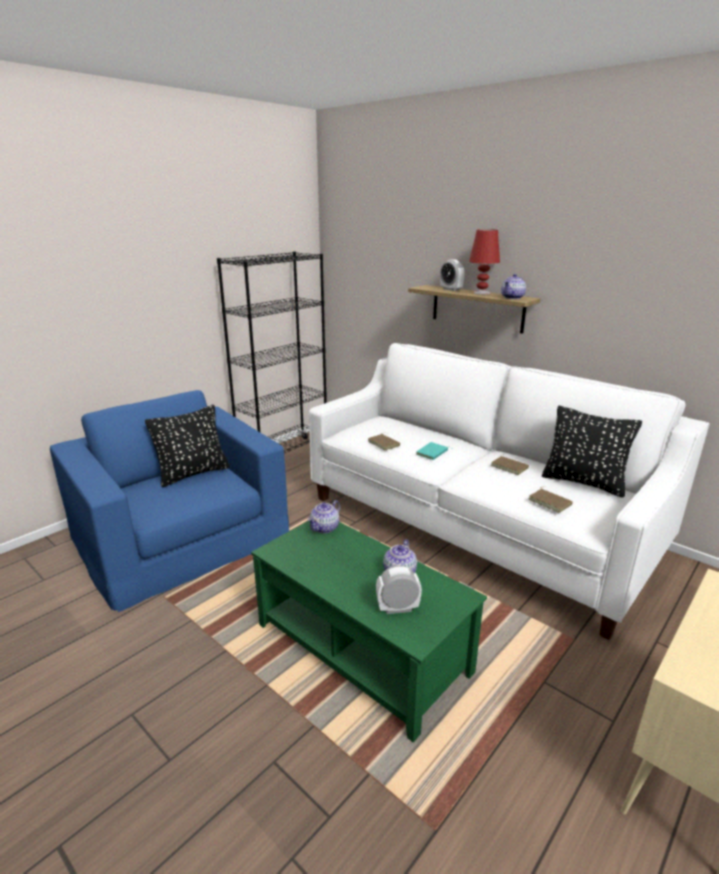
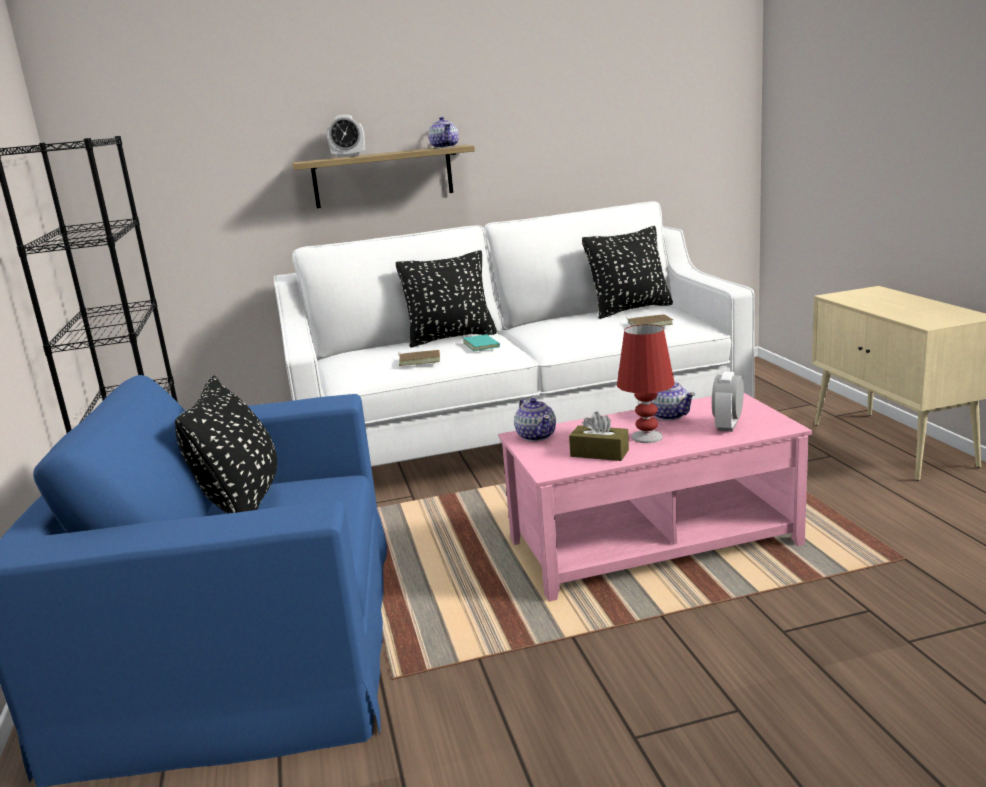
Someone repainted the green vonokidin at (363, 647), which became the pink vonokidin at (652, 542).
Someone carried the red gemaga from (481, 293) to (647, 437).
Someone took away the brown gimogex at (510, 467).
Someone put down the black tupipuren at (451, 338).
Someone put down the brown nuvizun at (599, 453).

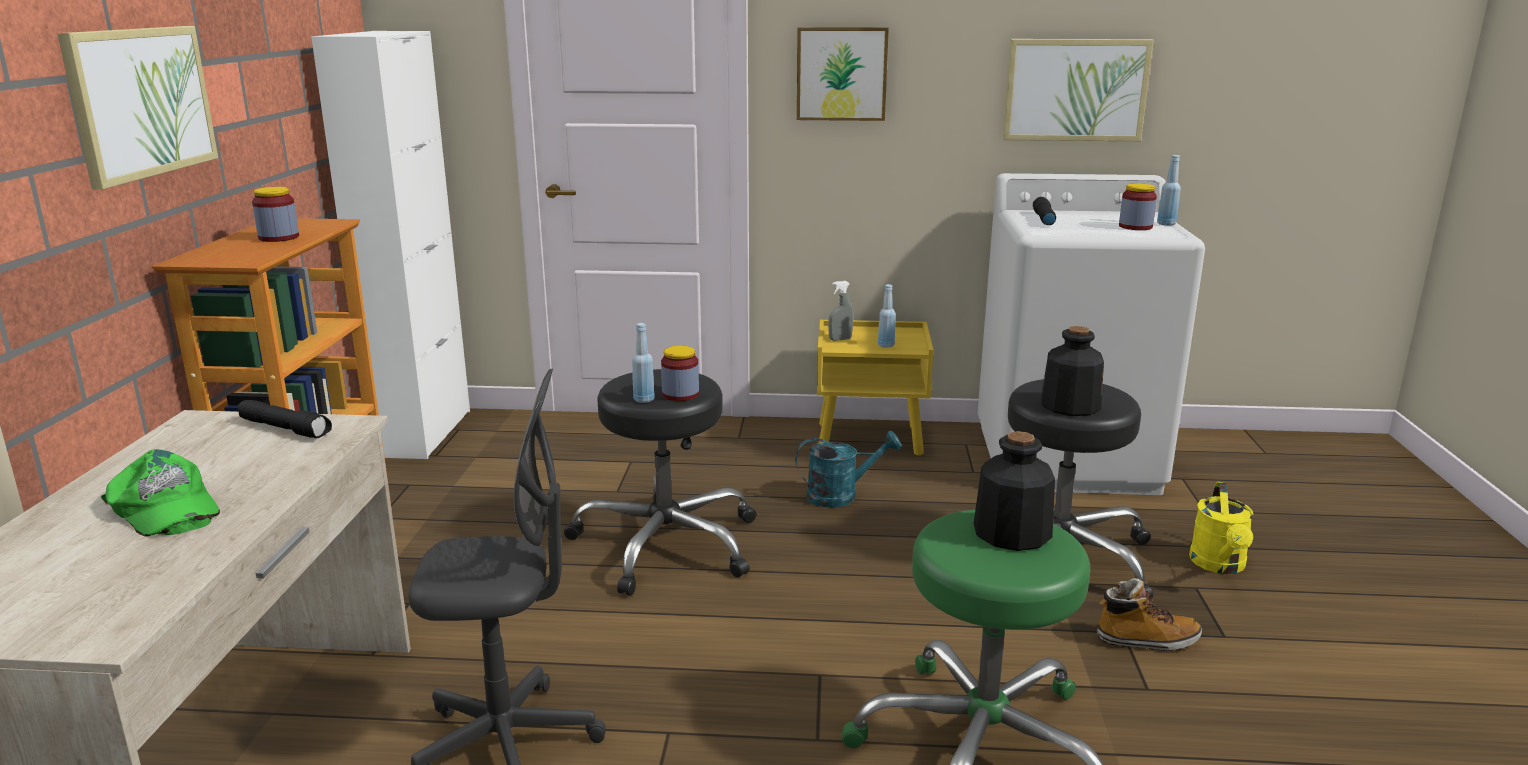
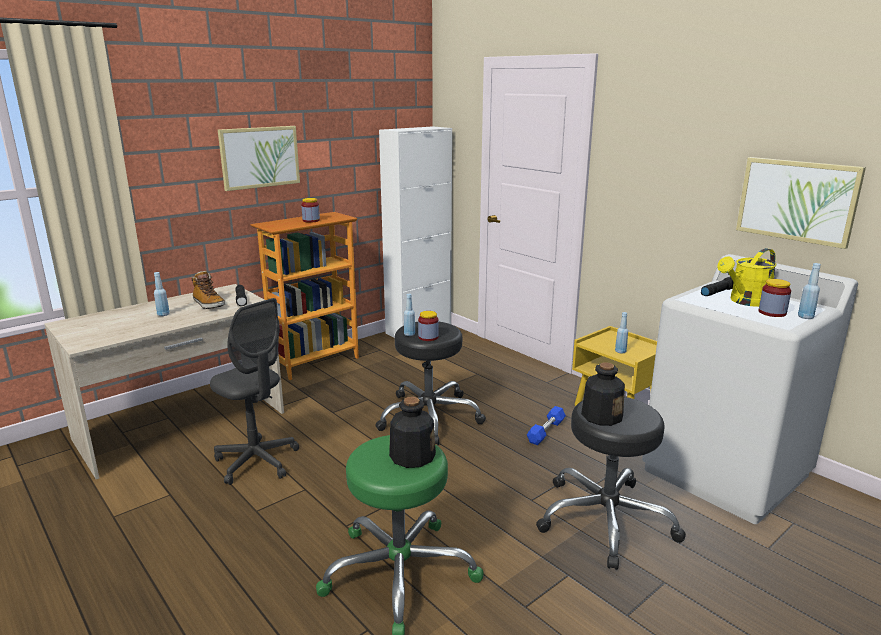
Someone swapped the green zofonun at (164, 509) for the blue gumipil at (163, 314).
Someone swapped the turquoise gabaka at (841, 495) for the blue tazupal at (546, 431).
Someone took away the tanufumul at (841, 73).
Someone took away the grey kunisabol at (840, 339).
Someone carried the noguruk from (1146, 640) to (208, 304).
Someone carried the yellow gabaka from (1219, 566) to (745, 302).

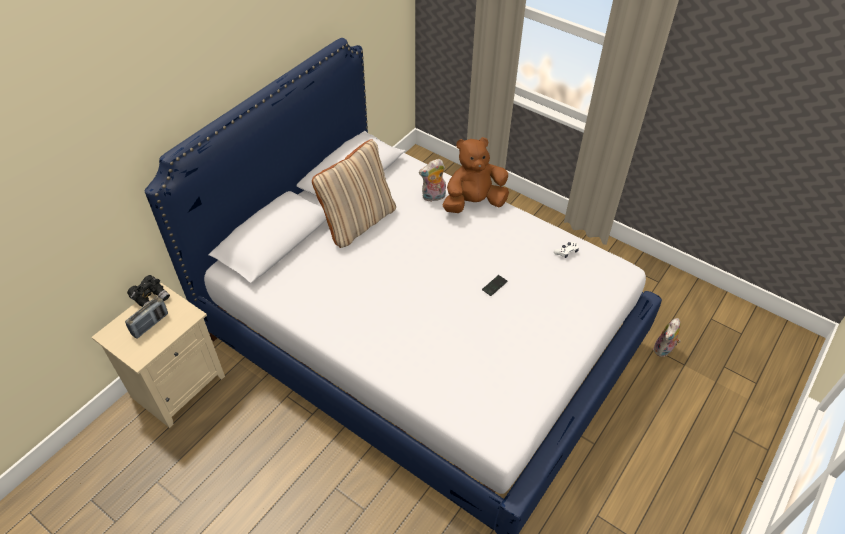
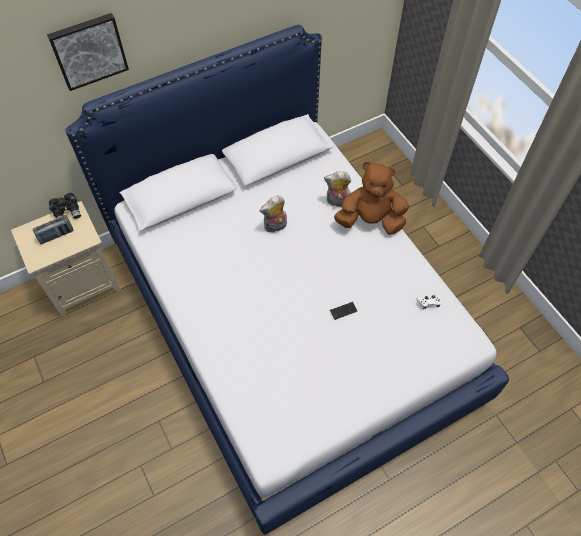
Someone took away the beige tupipuren at (358, 222).
Someone carried the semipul from (664, 350) to (275, 227).
Someone put up the tanufumul at (88, 50).

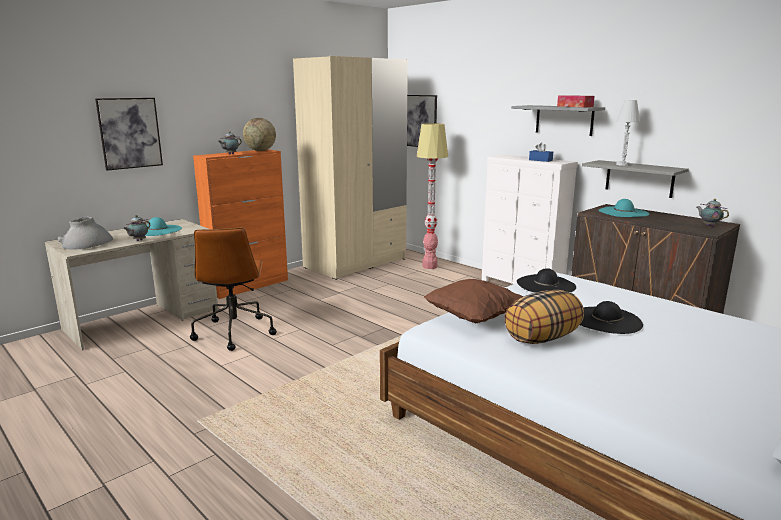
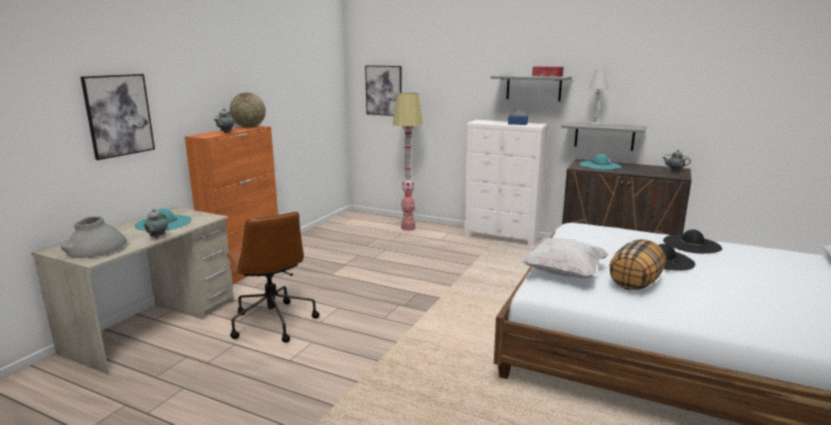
Someone took away the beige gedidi at (355, 263).
Someone repainted the brown tupipuren at (474, 317), which became the white tupipuren at (563, 273).
Someone carried the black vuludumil from (545, 284) to (691, 244).

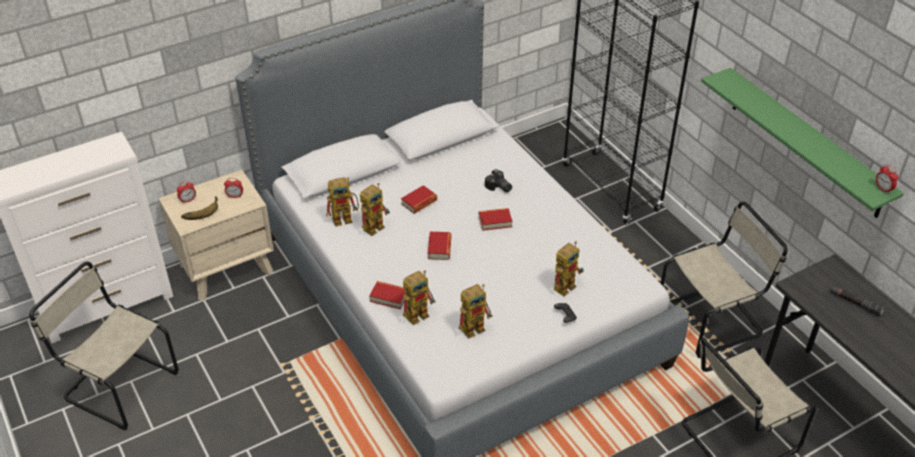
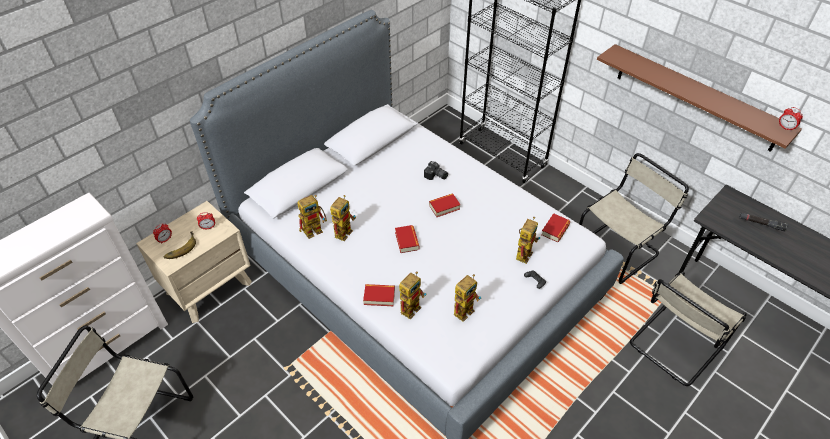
Someone carried the gimogex from (419, 202) to (555, 230).
Someone repainted the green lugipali at (806, 142), which became the brown lugipali at (695, 97).

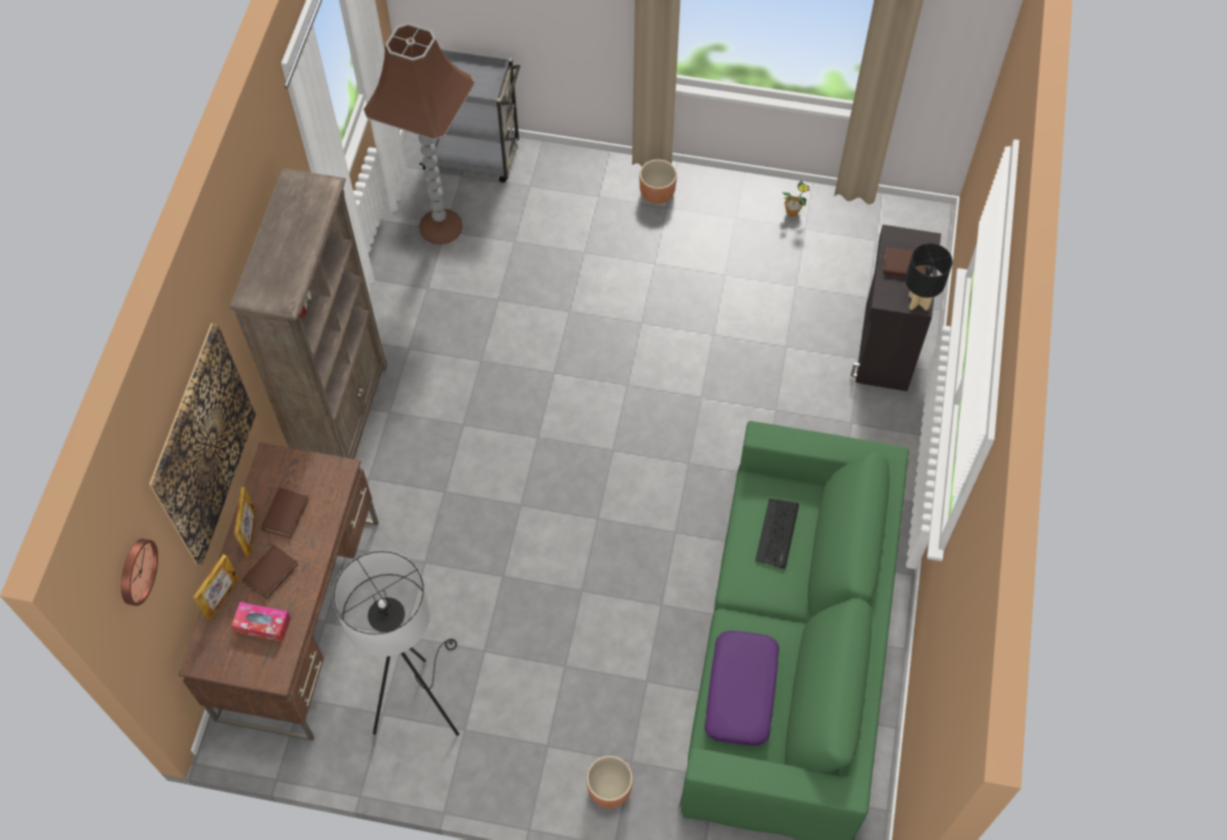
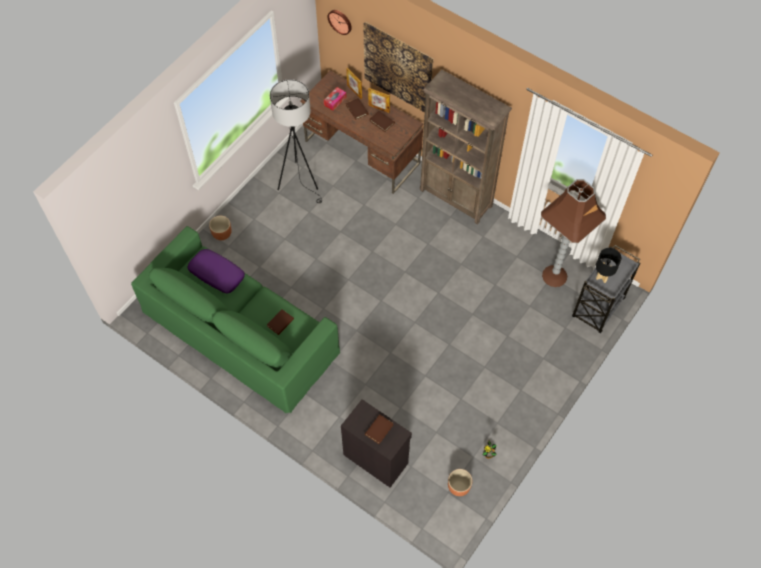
Someone carried the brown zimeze from (657, 194) to (458, 487).
Someone swapped the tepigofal at (777, 533) for the brown gimogex at (280, 323).
Someone carried the black gemaga from (918, 301) to (602, 277).

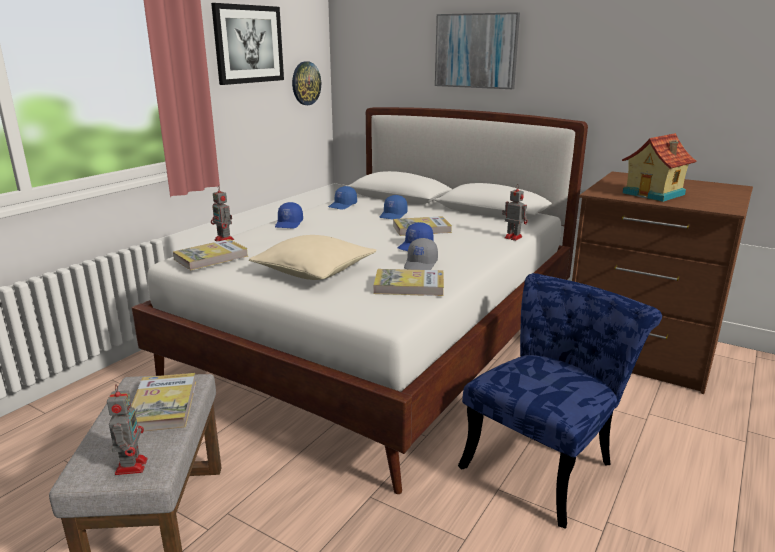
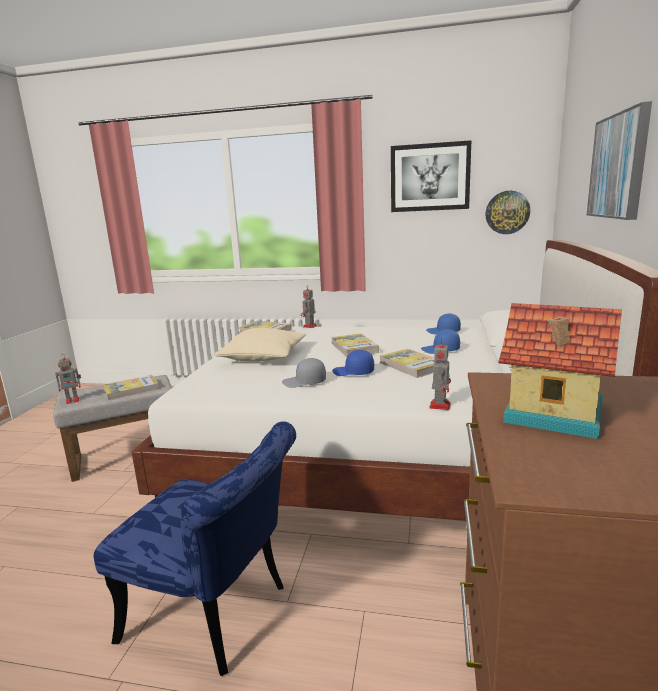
Someone took away the blue zofonun at (289, 224).
Someone carried the gimogex from (409, 286) to (354, 348).

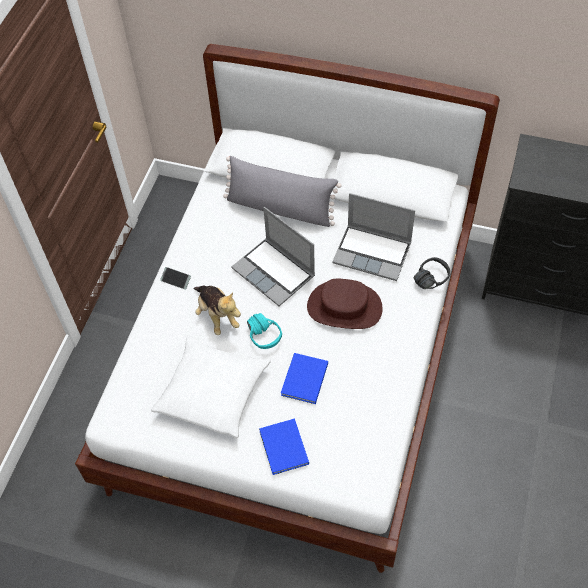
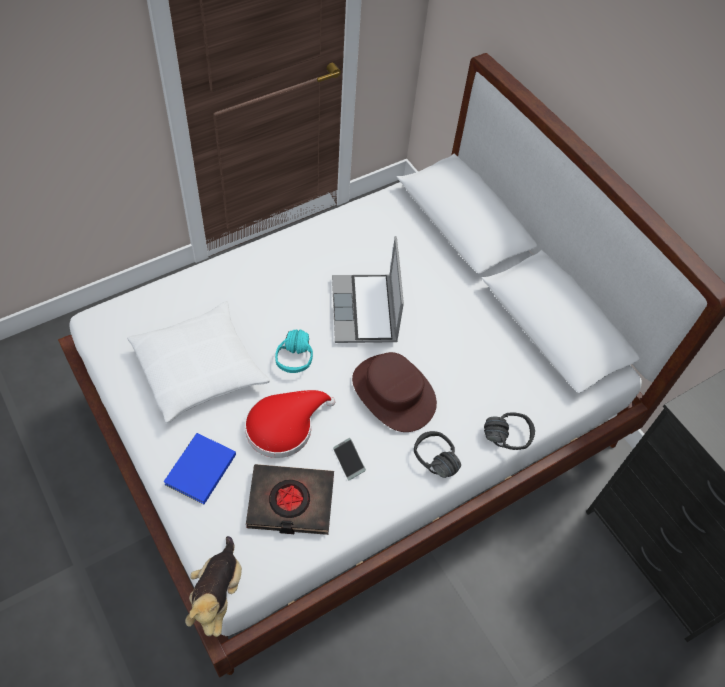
Someone carried the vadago from (176, 280) to (348, 461).
Someone carried the semipul from (217, 315) to (217, 594).
Someone took away the grey tupipuren at (280, 208).
Someone swapped the blue gimogex at (303, 380) for the red vuludumil at (284, 426).
Someone took away the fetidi at (373, 253).
Someone put down the black gimogex at (290, 502).
Someone put down the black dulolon at (430, 463).

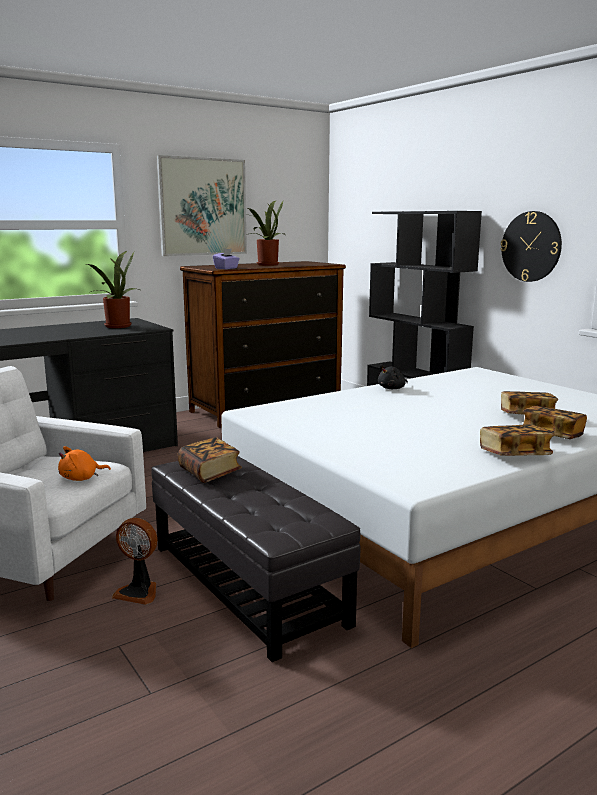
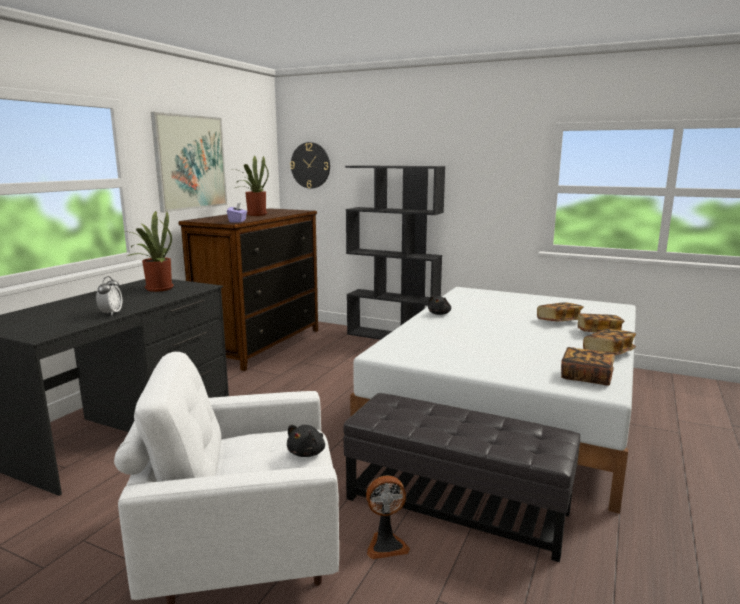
Someone repainted the orange semipul at (81, 478), which became the black semipul at (307, 452).
Someone carried the gimogex from (210, 472) to (586, 377).
Someone carried the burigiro from (531, 246) to (310, 165).
Someone put down the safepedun at (111, 313).

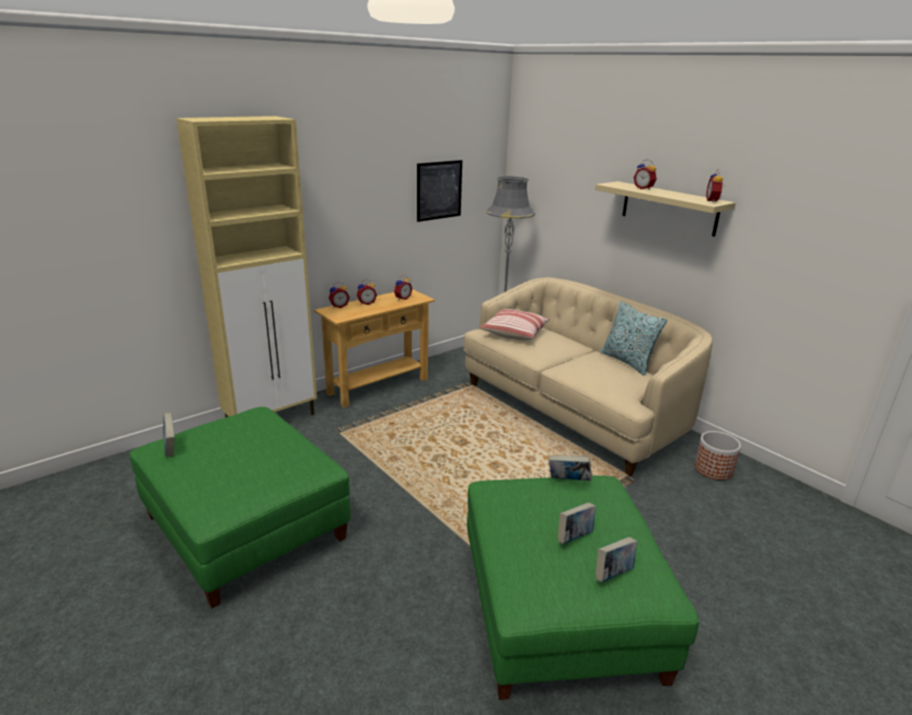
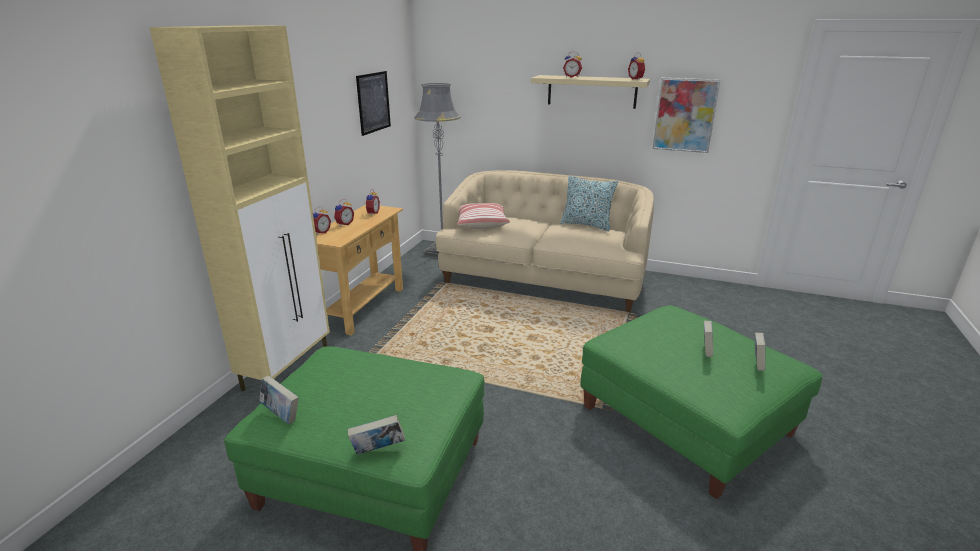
Someone carried the gimogex from (568, 481) to (378, 451).
Someone took away the zimeze at (713, 469).
Someone put up the tanufumul at (685, 115).

